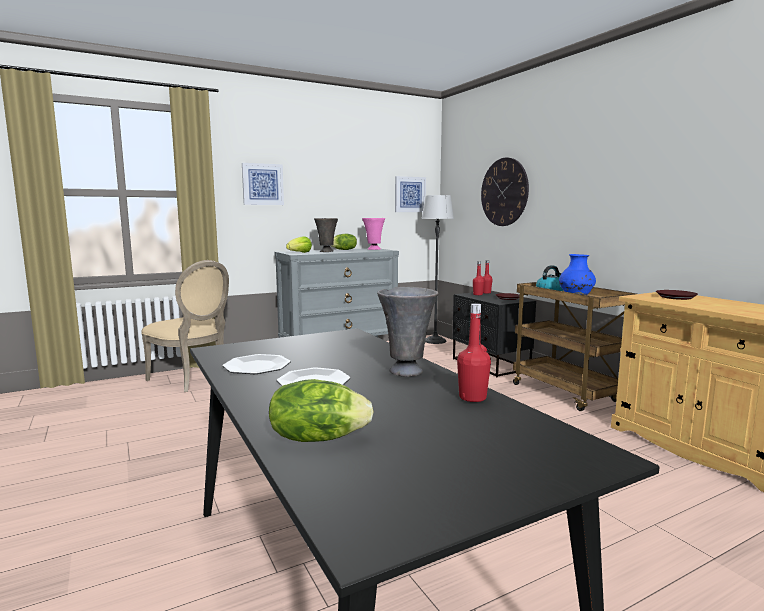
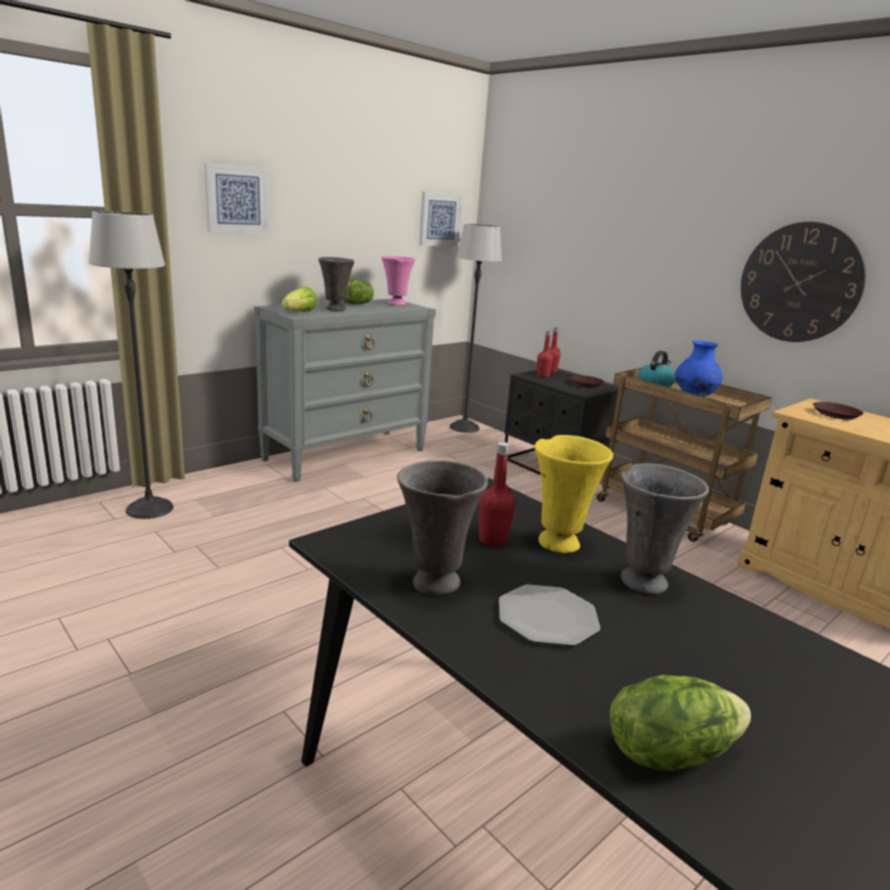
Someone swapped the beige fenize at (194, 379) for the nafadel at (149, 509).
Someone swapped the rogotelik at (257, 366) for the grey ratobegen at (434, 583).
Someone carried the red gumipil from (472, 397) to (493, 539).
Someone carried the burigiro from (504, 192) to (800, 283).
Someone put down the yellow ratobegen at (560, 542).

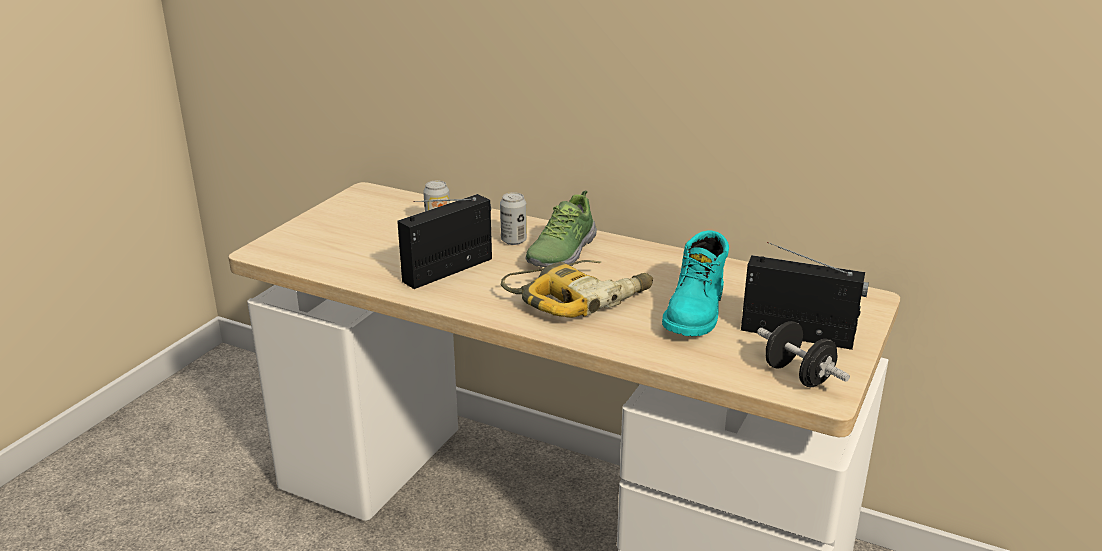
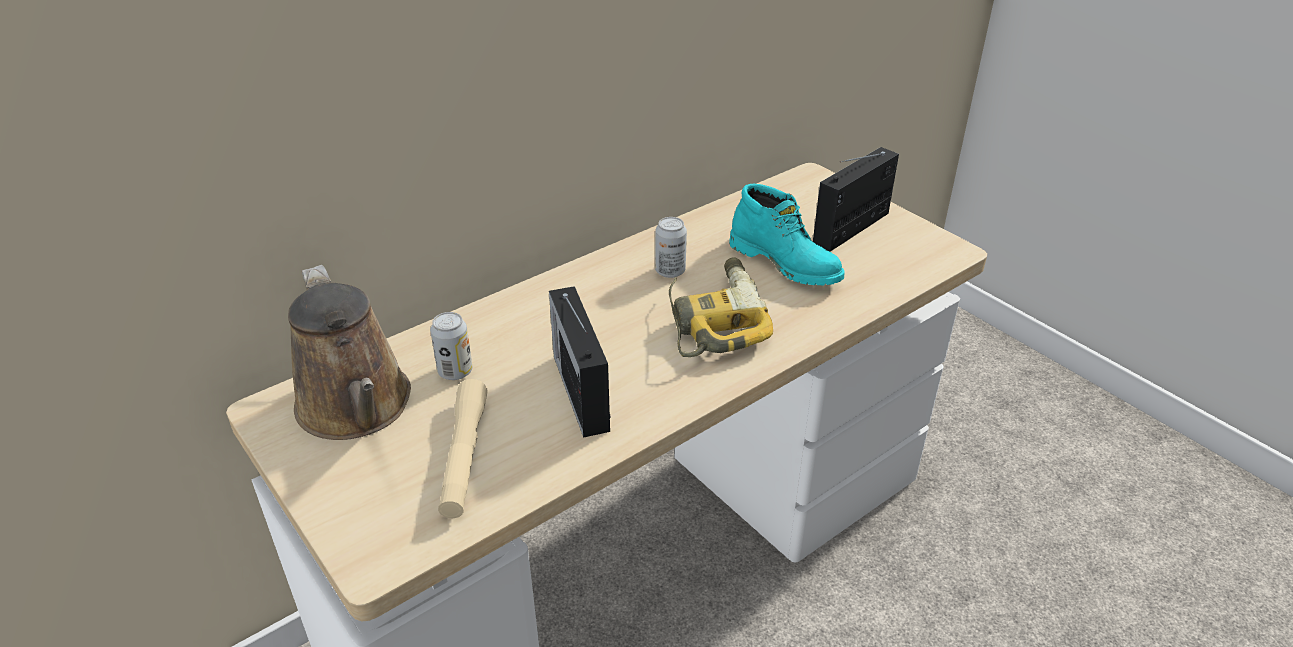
Someone carried the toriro from (513, 240) to (670, 271).
Someone took away the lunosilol at (561, 252).
Someone took away the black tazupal at (798, 375).
Someone put down the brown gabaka at (357, 408).
Someone put down the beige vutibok at (464, 457).

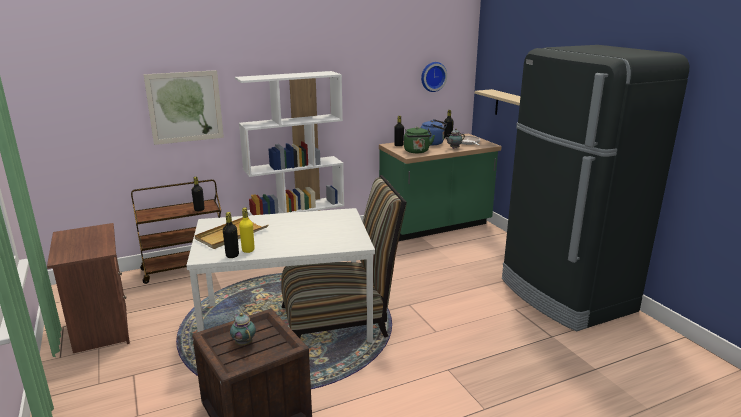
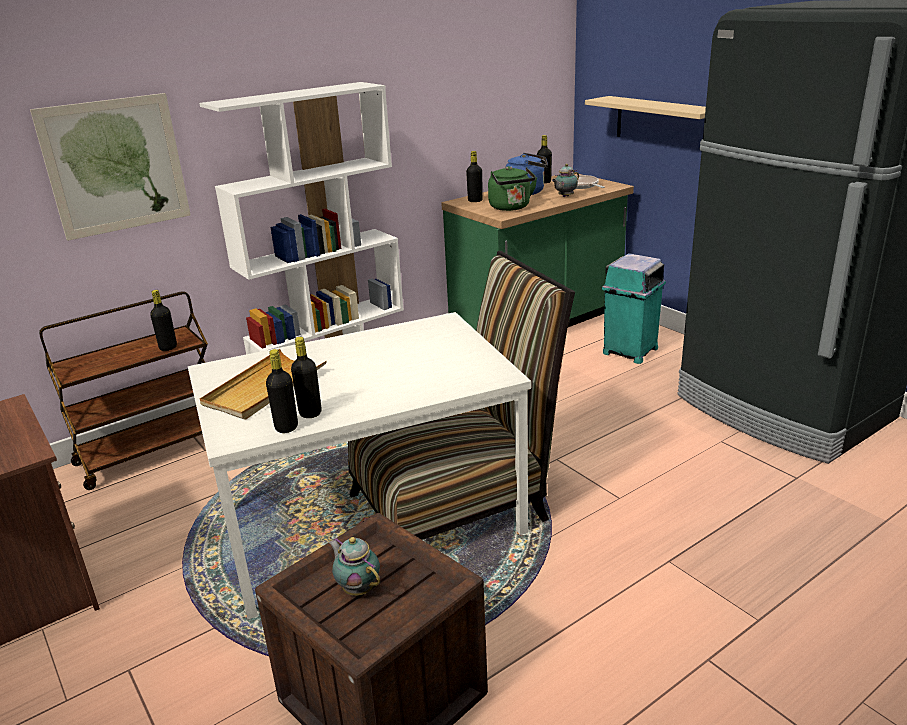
Someone repainted the yellow gumipil at (248, 250), which became the black gumipil at (310, 413).
Someone took away the burigiro at (432, 76).
Someone put down the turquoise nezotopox at (629, 351).

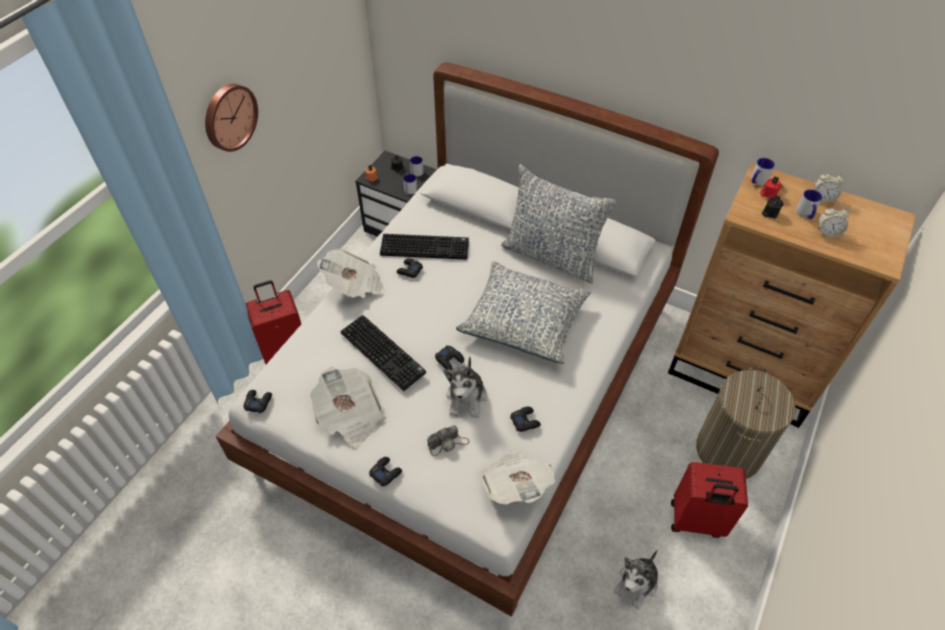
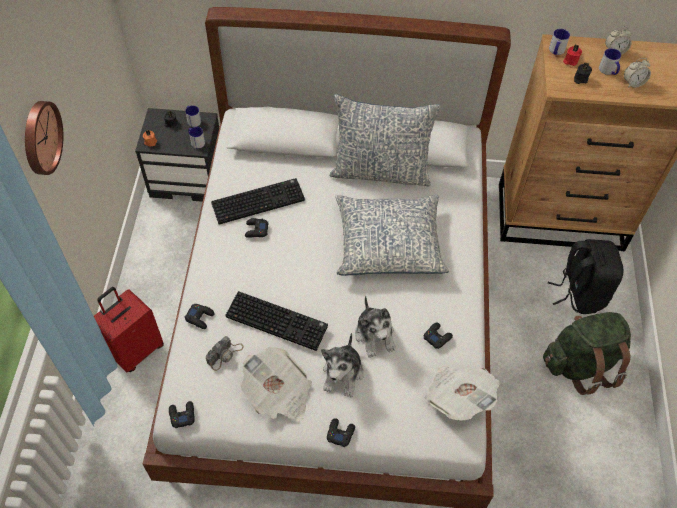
Someone took away the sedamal at (355, 285).
Someone carried the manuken from (448, 443) to (225, 355).
Someone carried the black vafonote from (449, 360) to (200, 317).
Someone carried the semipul from (637, 584) to (343, 374).
Someone swapped the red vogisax at (696, 521) for the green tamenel at (581, 364).
Someone swapped the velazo at (728, 450) for the black tamenel at (579, 292).

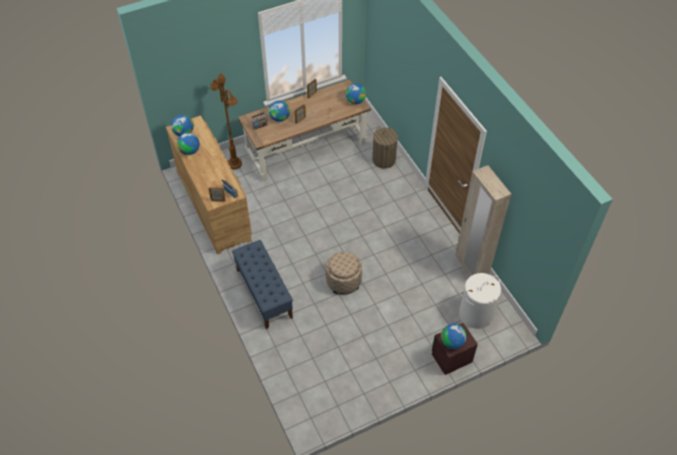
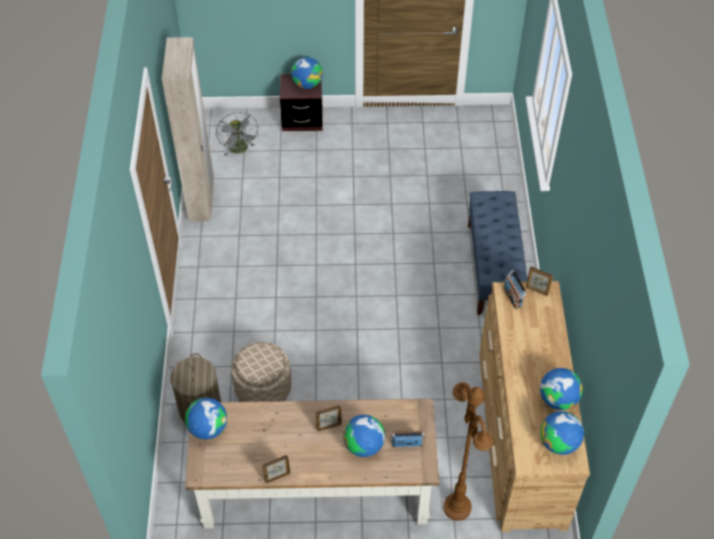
Someone carried the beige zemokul from (343, 281) to (263, 389).
Someone swapped the white velazo at (475, 314) for the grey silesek at (240, 150).

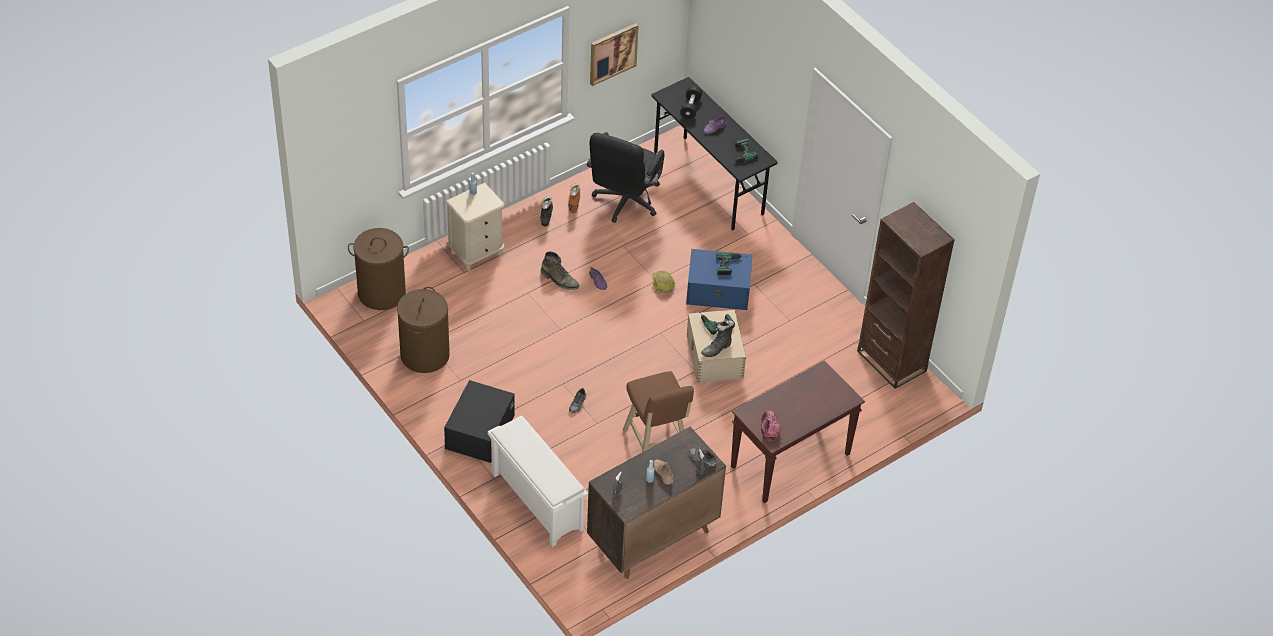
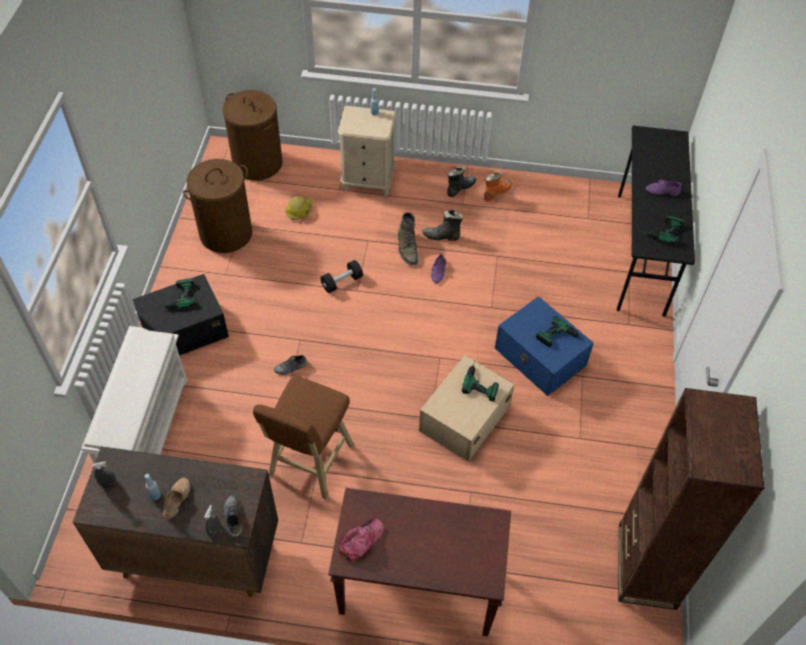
Someone took away the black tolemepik at (624, 203).
Someone took away the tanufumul at (612, 53).
Someone carried the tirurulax from (662, 284) to (299, 210).
Someone carried the black tazupal from (690, 108) to (342, 282).
Someone carried the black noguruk from (717, 349) to (441, 236).
Someone put down the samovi at (176, 297).

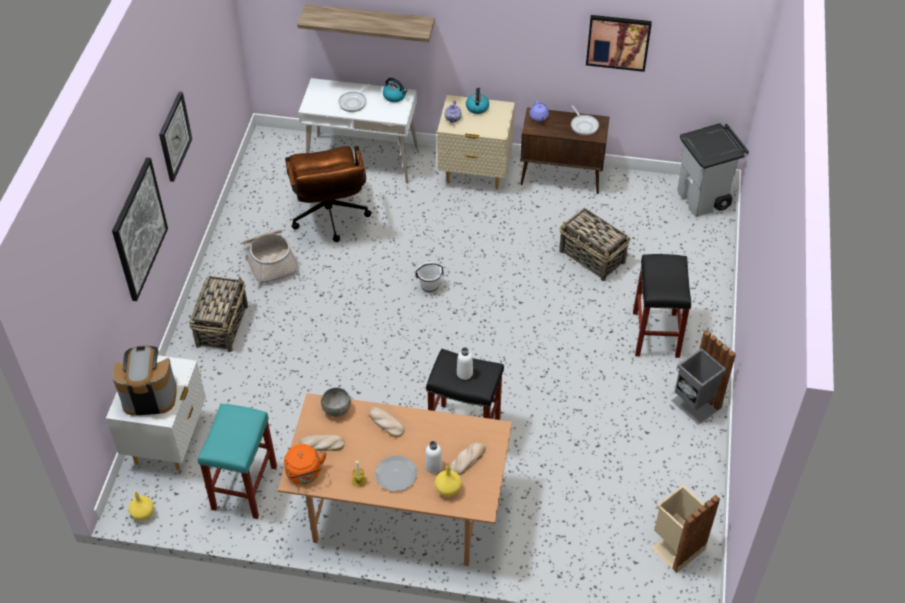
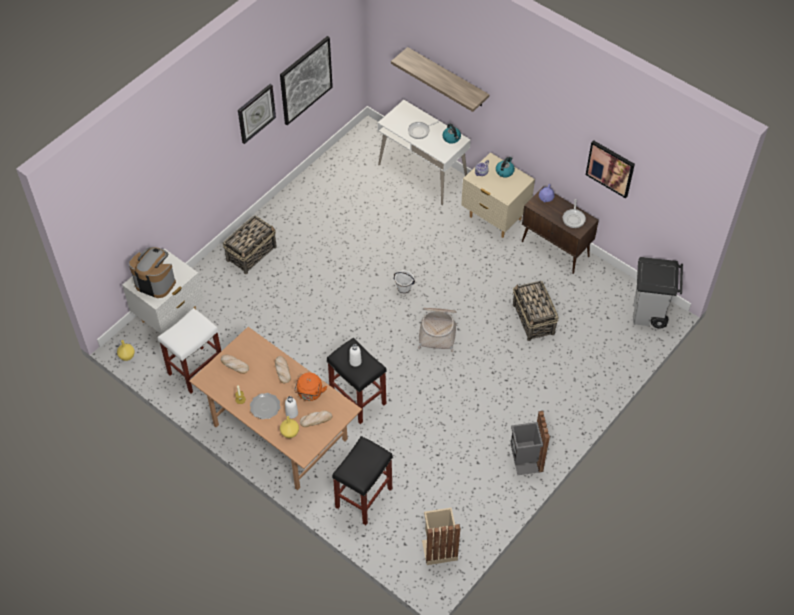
Someone carried the tanufumul from (139, 229) to (305, 80).
Someone repainted the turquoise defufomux at (244, 487), which became the white defufomux at (196, 369).
Someone carried the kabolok from (270, 261) to (438, 330).
Someone carried the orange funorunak from (304, 474) to (310, 394).
Someone took away the brown tolemepik at (330, 219).
Someone took away the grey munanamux at (337, 410).
Someone carried the black defufomux from (656, 335) to (363, 498).

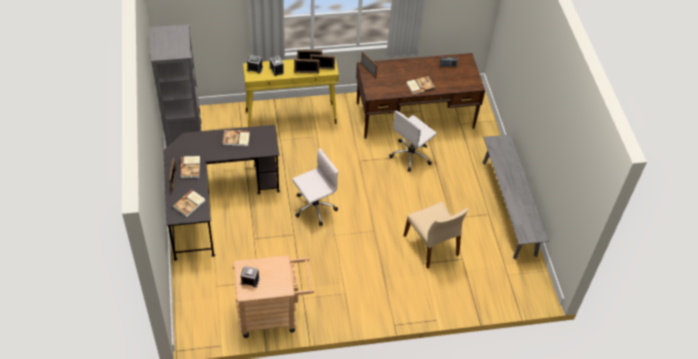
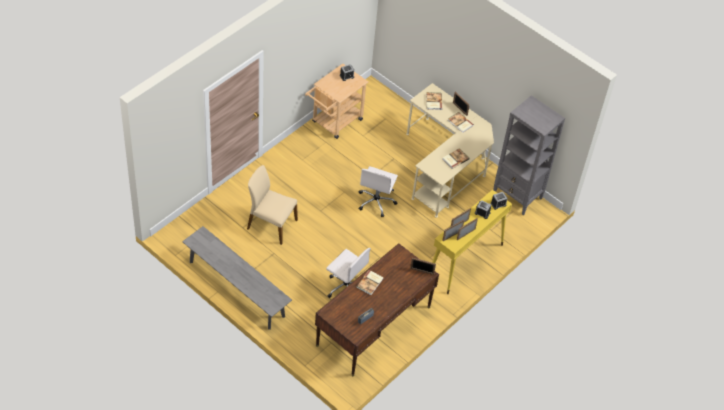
Someone repainted the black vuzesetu at (214, 201), which became the beige vuzesetu at (446, 166).
Someone rotated the white tolemepik at (411, 155) by 120 degrees clockwise.

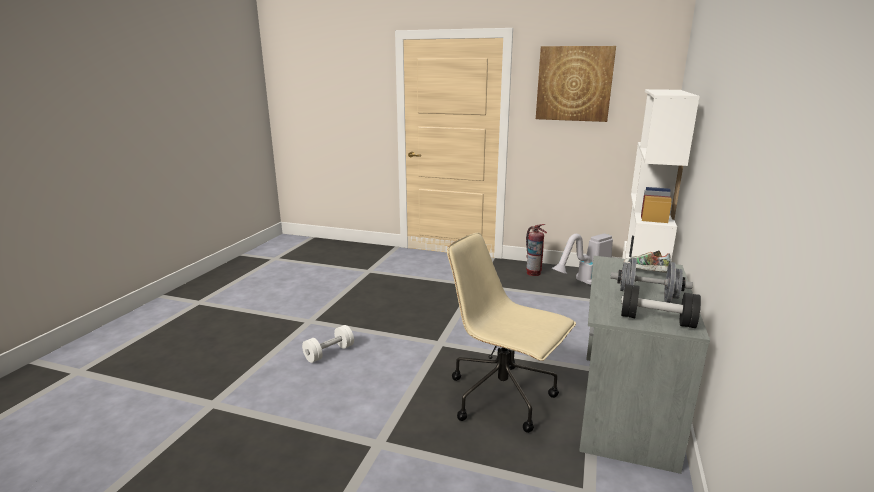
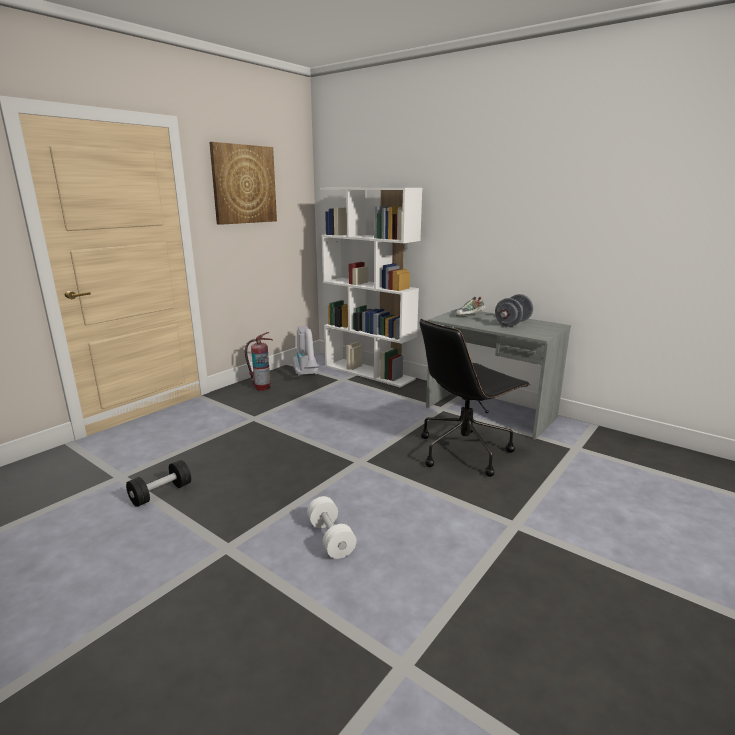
Someone repainted the beige tolemepik at (503, 397), which became the black tolemepik at (464, 451).
Someone carried the black tazupal from (657, 320) to (161, 493).

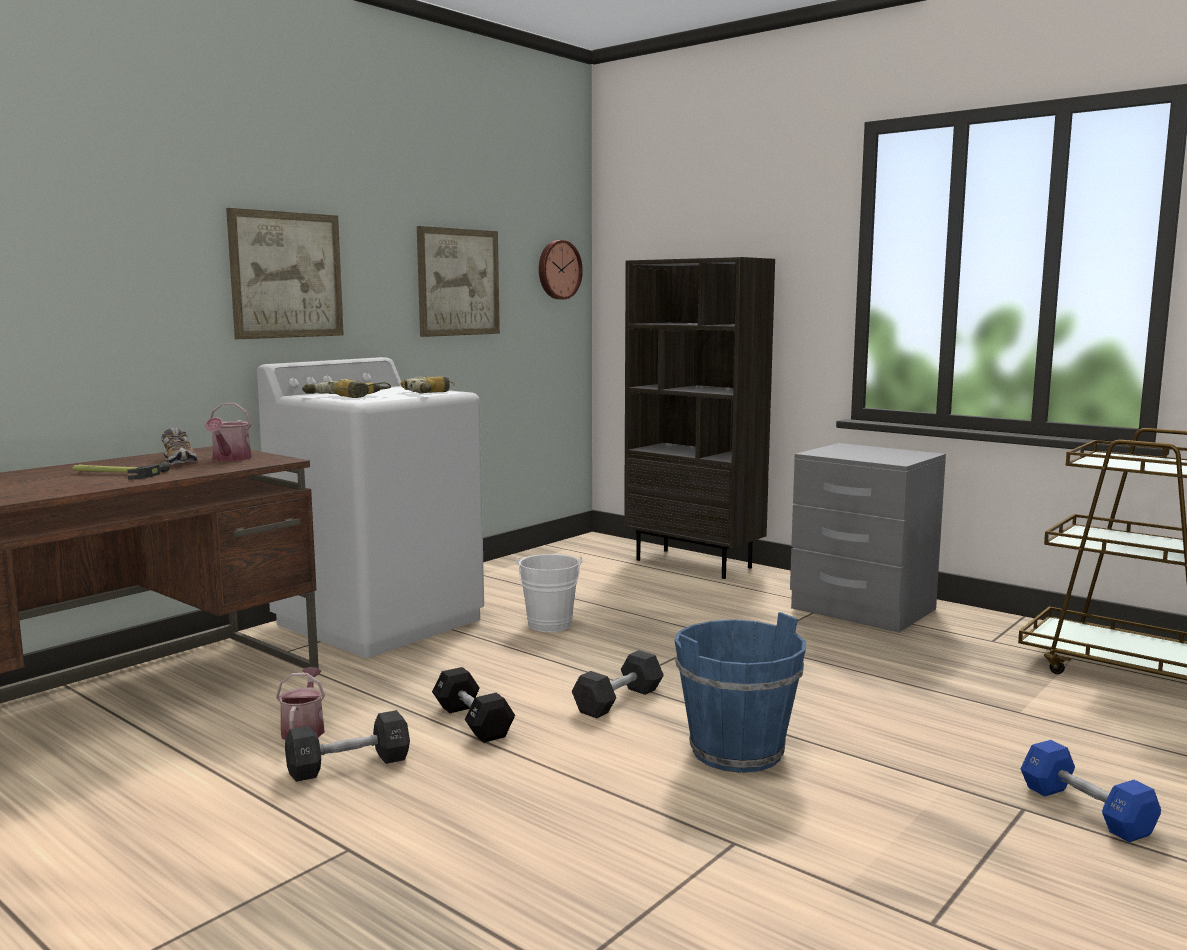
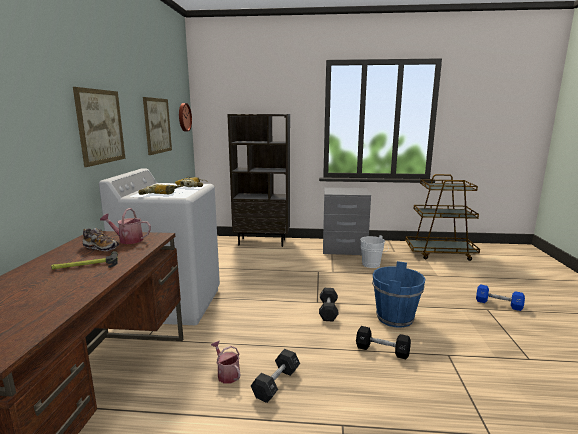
Someone rotated the gabaka at (230, 459) by 135 degrees clockwise.
Someone carried the black tazupal from (472, 721) to (382, 350).
Someone carried the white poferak from (549, 626) to (372, 265).

